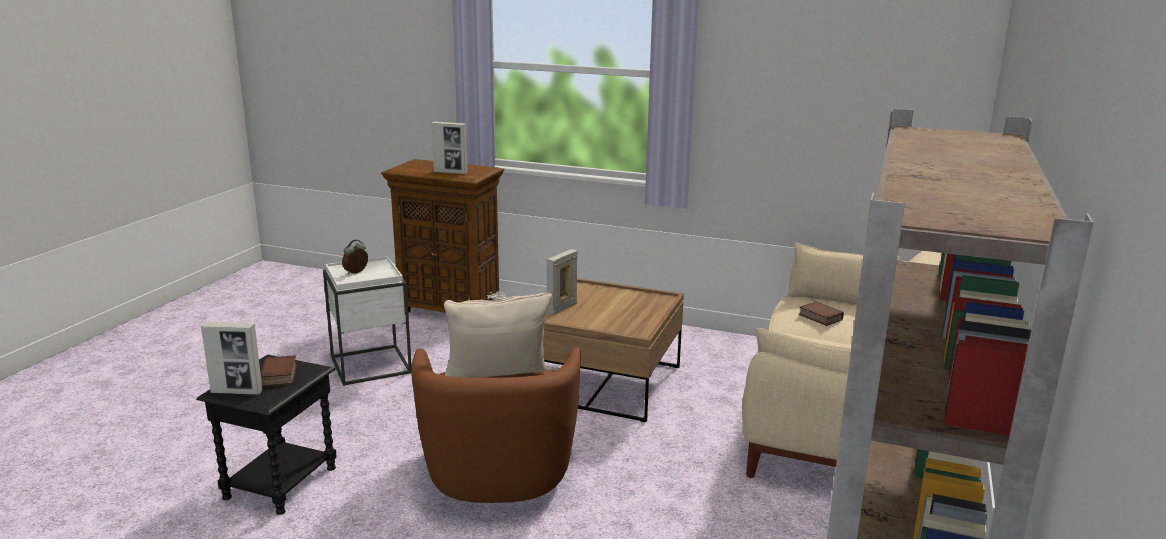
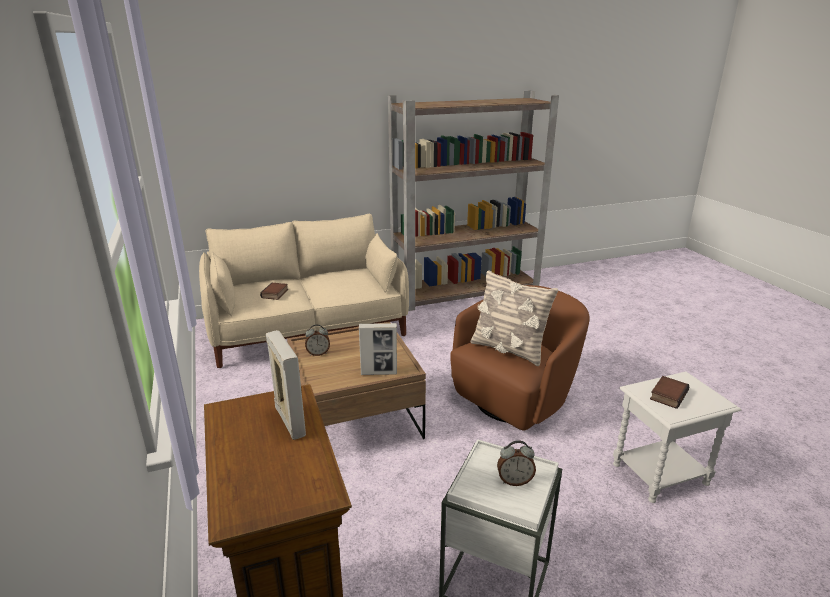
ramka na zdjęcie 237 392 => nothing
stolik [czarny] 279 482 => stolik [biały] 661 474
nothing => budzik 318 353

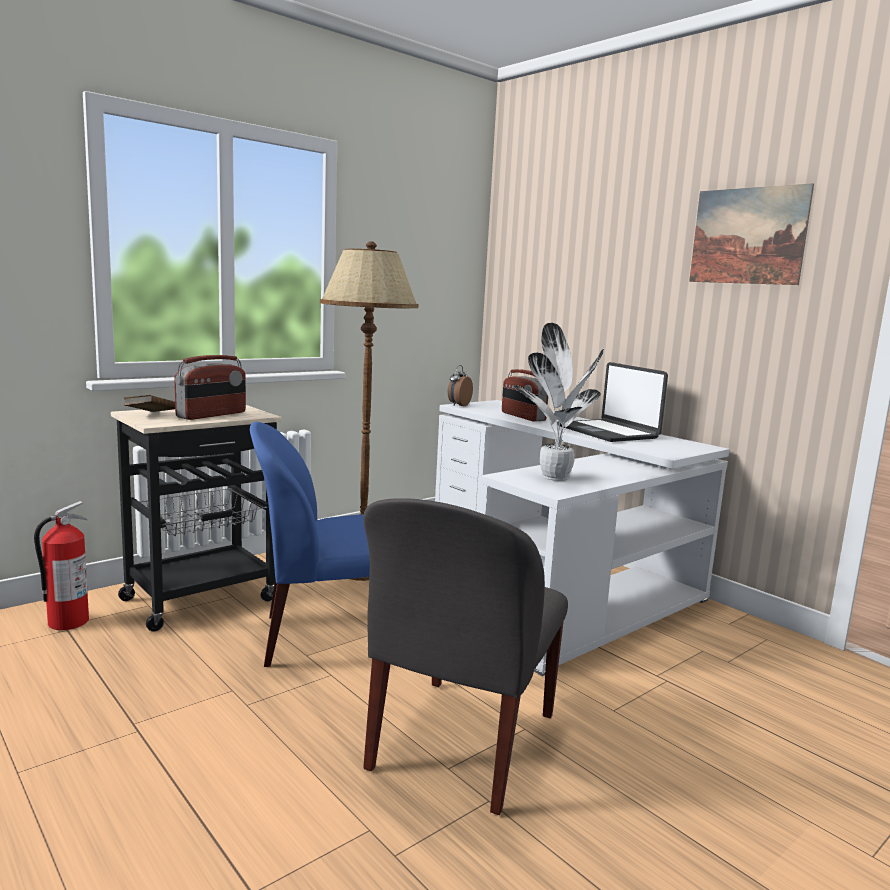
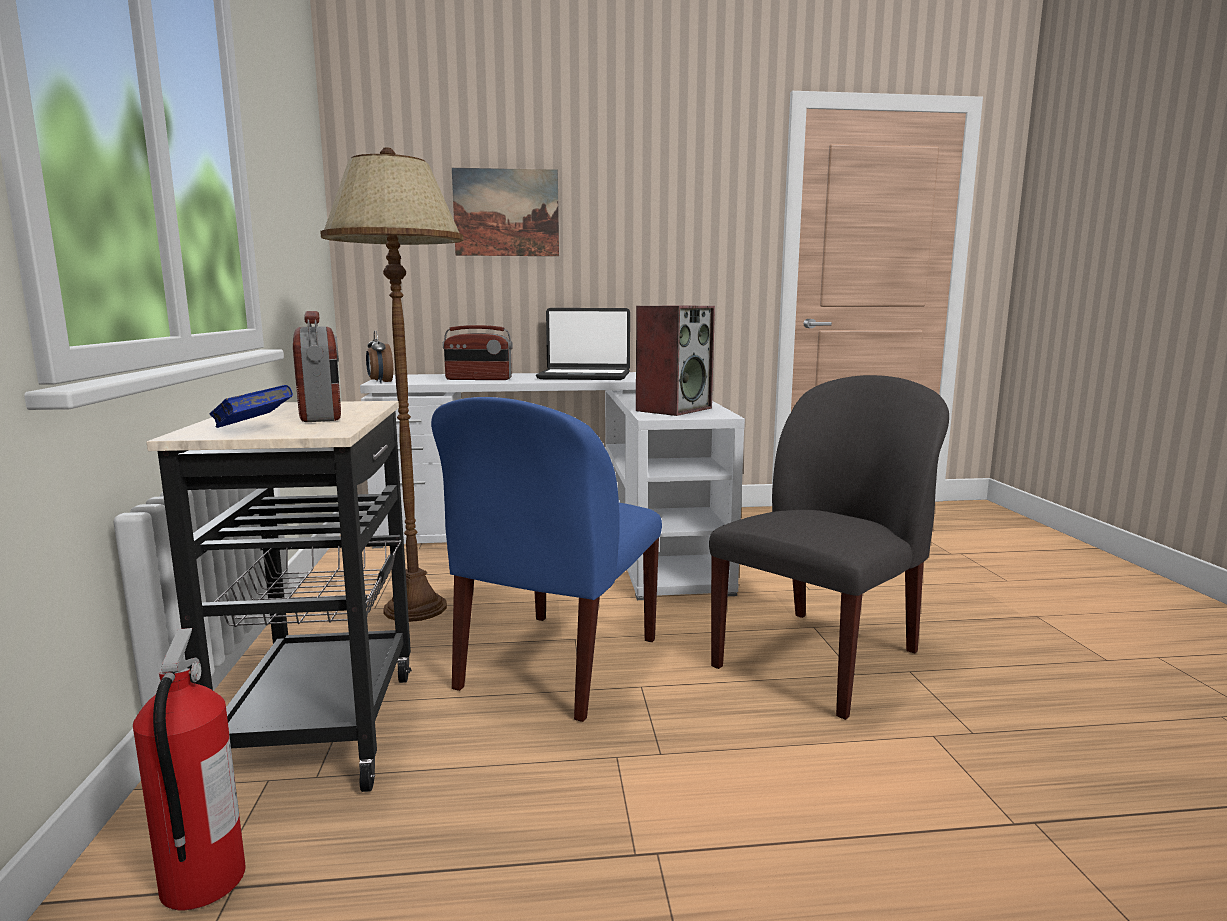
obraz 748 236 => obraz 506 213, move
roślina doniczkowa 554 477 => głośnik 673 409
książka [brązowy] 151 415 => książka [niebieski] 252 429
krzesło [szary] 460 744 => krzesło [szary] 820 658, 105 degrees counterclockwise

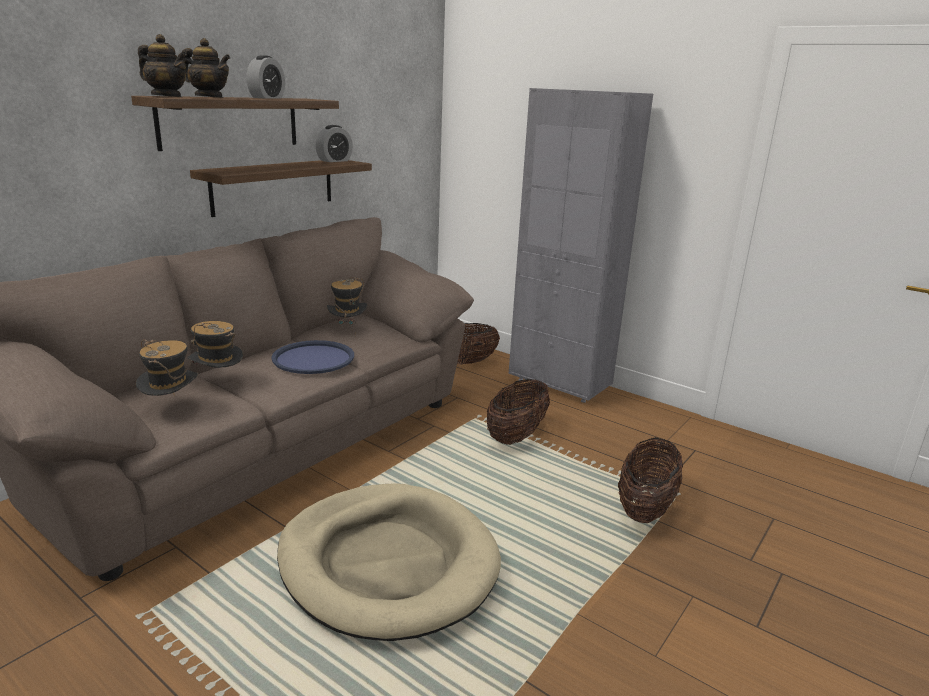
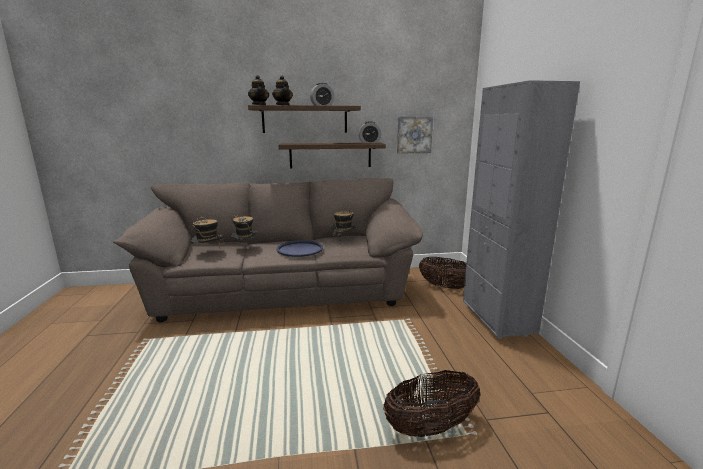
koszyk 516 435 => nothing
legowisko [beżowy] 387 563 => nothing
nothing => obraz 414 135

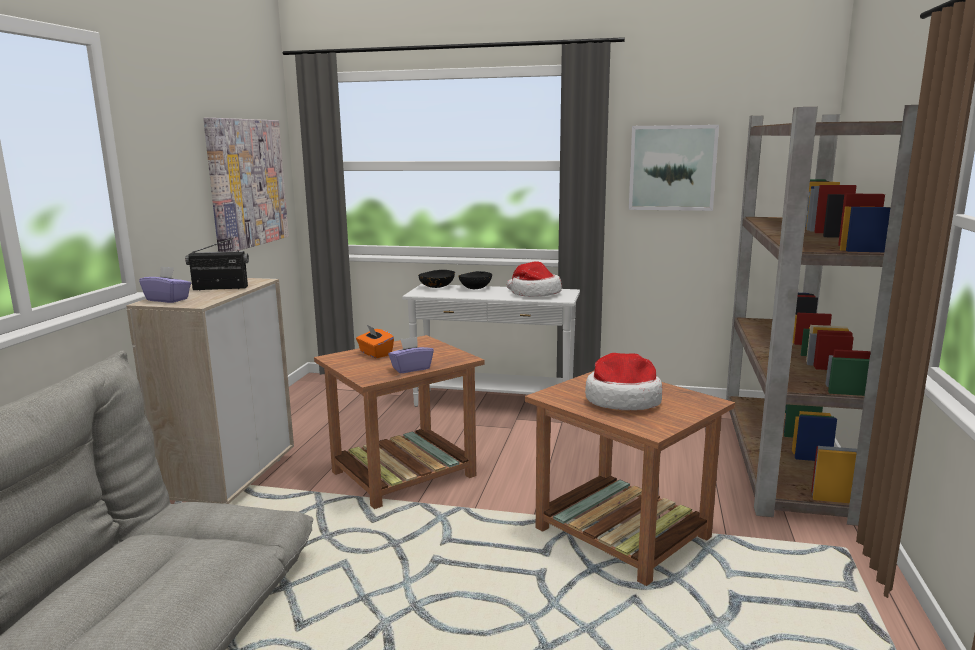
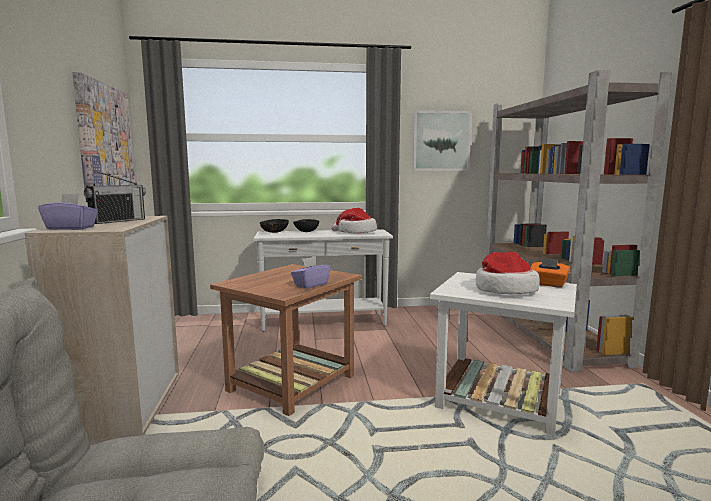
radio 220 288 => radio 118 221, 150 degrees clockwise
pudełko chusteczek [pomarańczowy] 375 354 => pudełko chusteczek [pomarańczowy] 548 284, move
stolik [brązowy] 620 533 => stolik [biały] 497 399

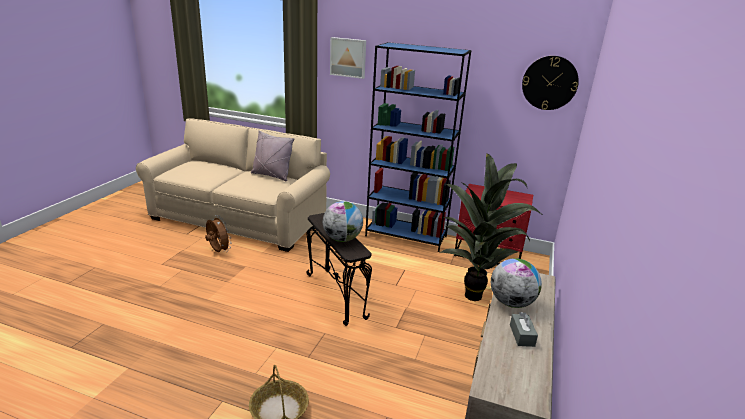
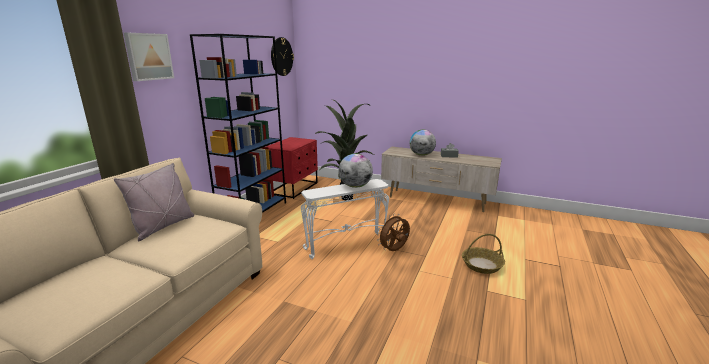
stolik [czarny] 336 296 => stolik [biały] 346 245
wentylator [brązowy] 218 251 => wentylator [brązowy] 394 250, move

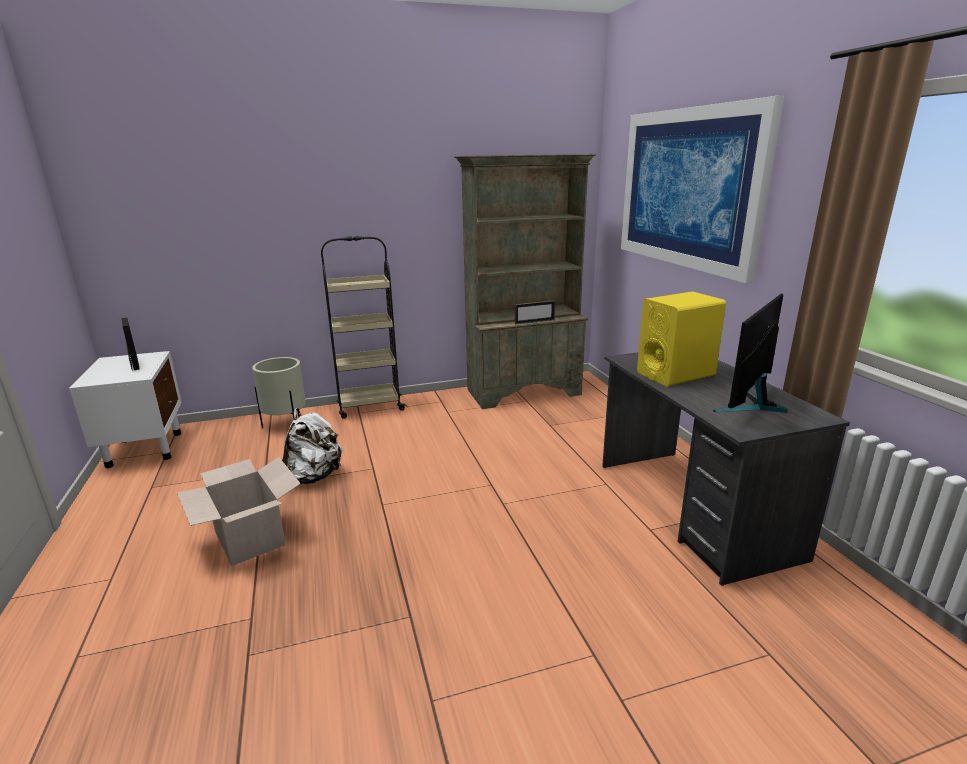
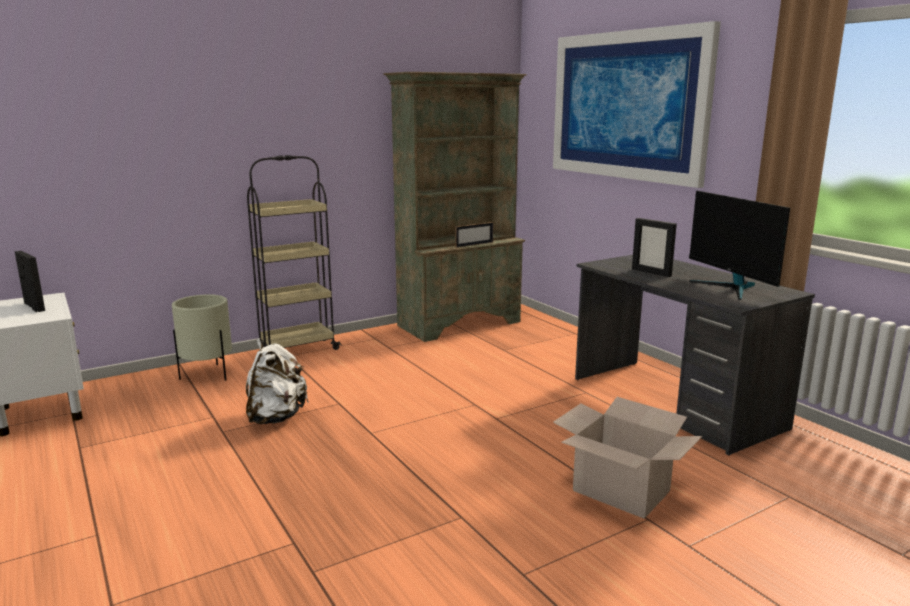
głośnik [żółty] 675 374 => ramka na zdjęcie 651 272
monitor 751 404 => monitor 731 288, 45 degrees counterclockwise
karton 250 538 => karton 621 491, move

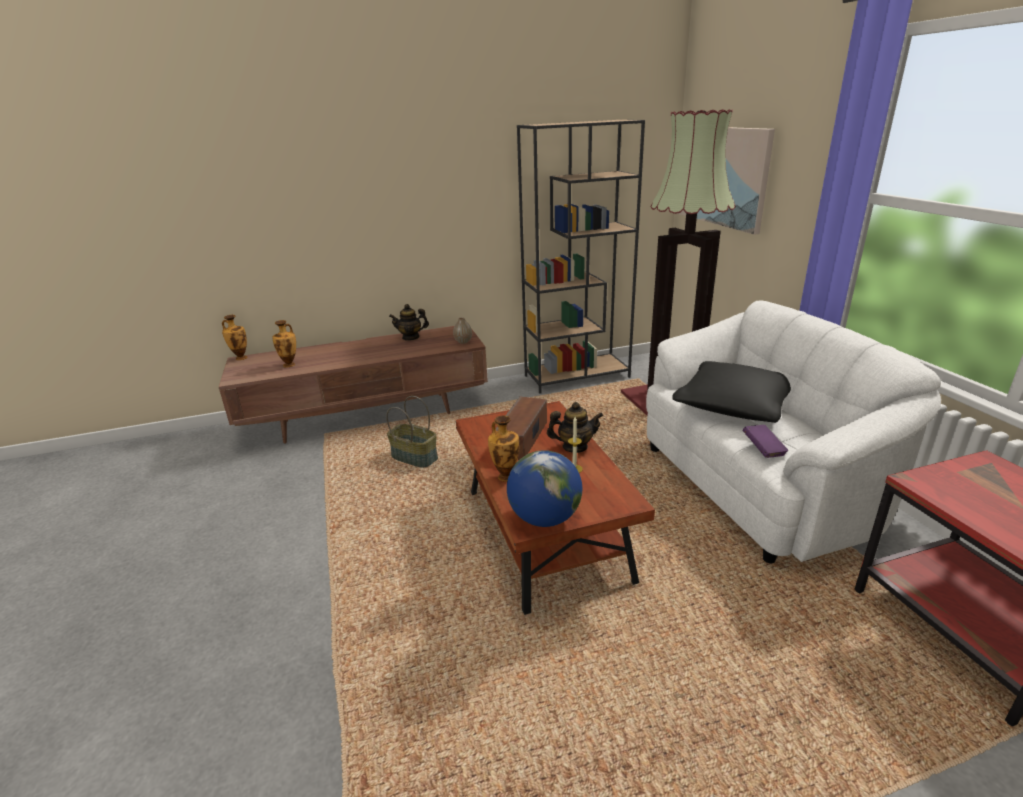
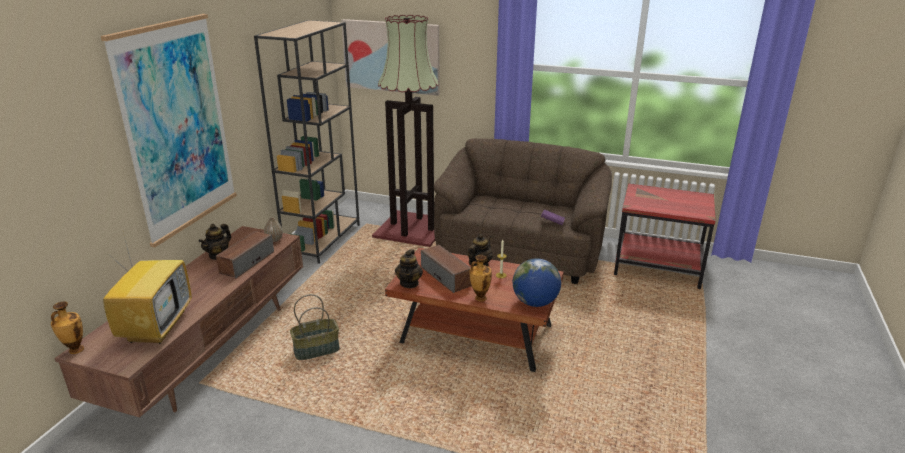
kanapa [biały] 755 485 => kanapa [brązowy] 520 253
wazon 290 365 => telewizor 156 326
poduszka [czarny] 733 406 => nothing
nothing => obraz 177 128
nothing => głośnik 247 262
nothing => imbryk 409 283

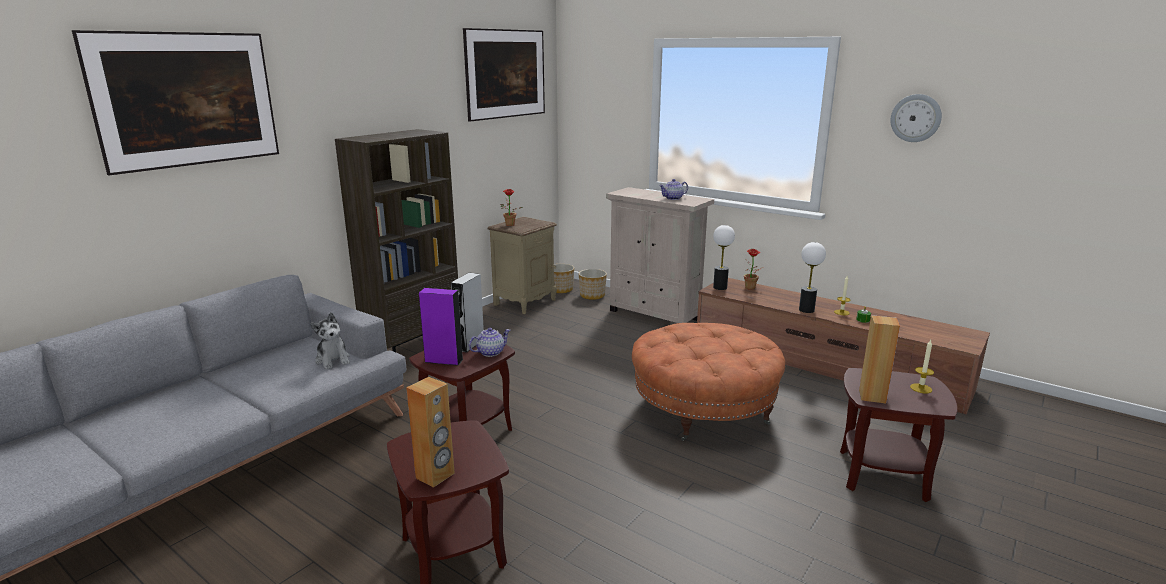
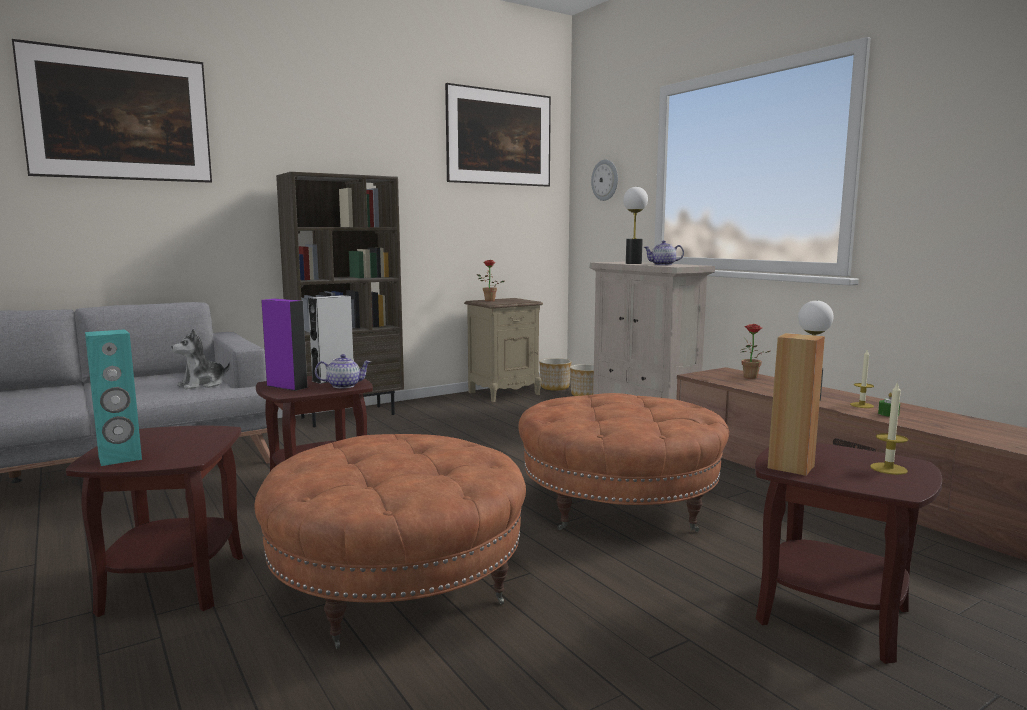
zegar ścienny 916 118 => zegar ścienny 605 180, move
lampa stołowa 720 287 => lampa stołowa 633 263, move
pluszak 333 360 => pluszak 202 385, 60 degrees clockwise
głośnik [brązowy] 435 476 => głośnik [turkusowy] 120 458
nothing => pufa [brązowy] 397 584

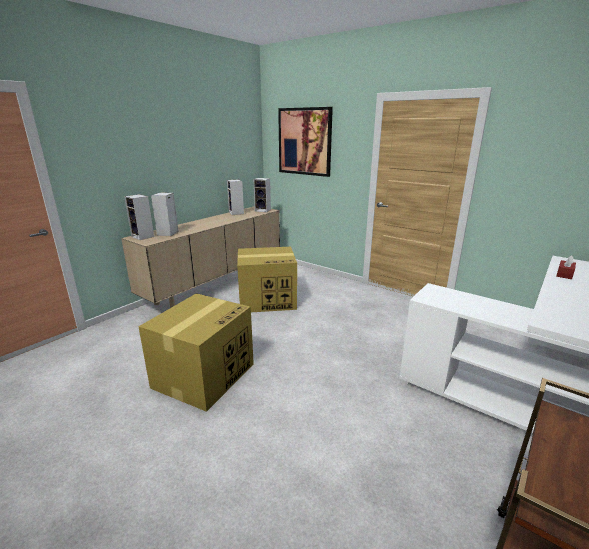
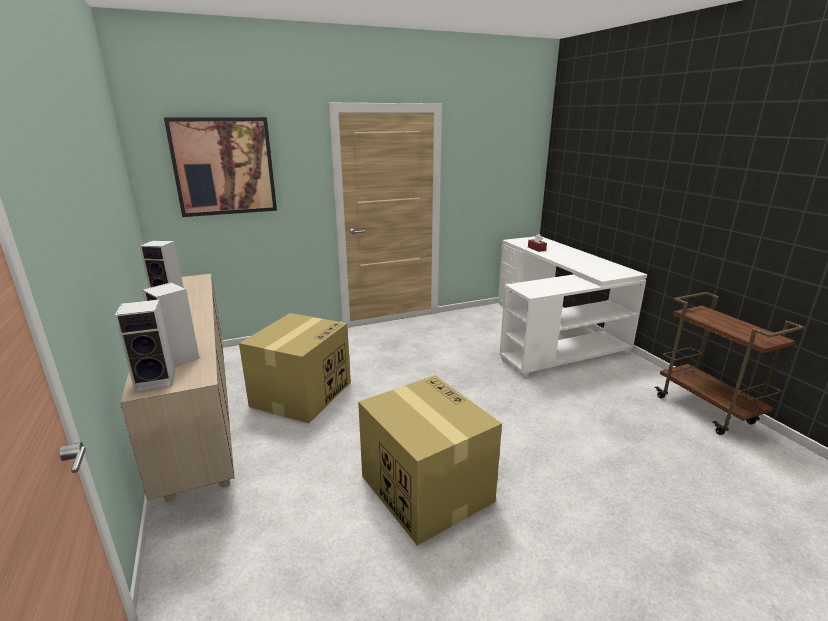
głośnik 263 210 => nothing

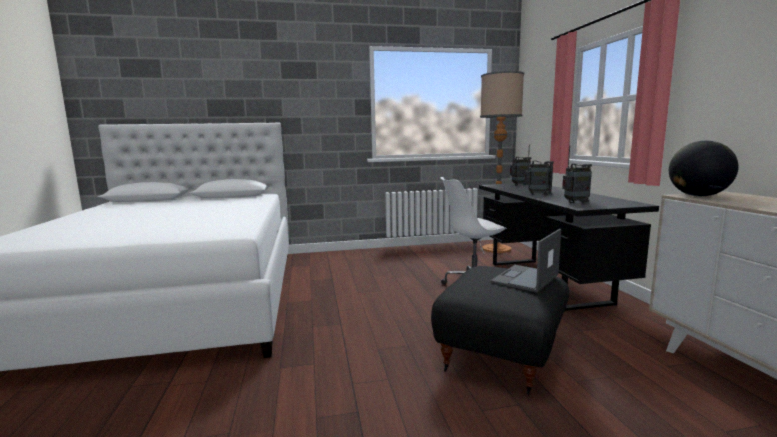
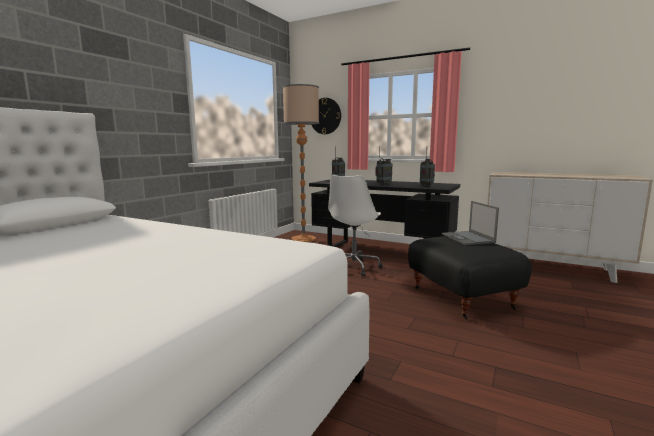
globus 698 196 => nothing
nothing => zegar ścienny 325 116

